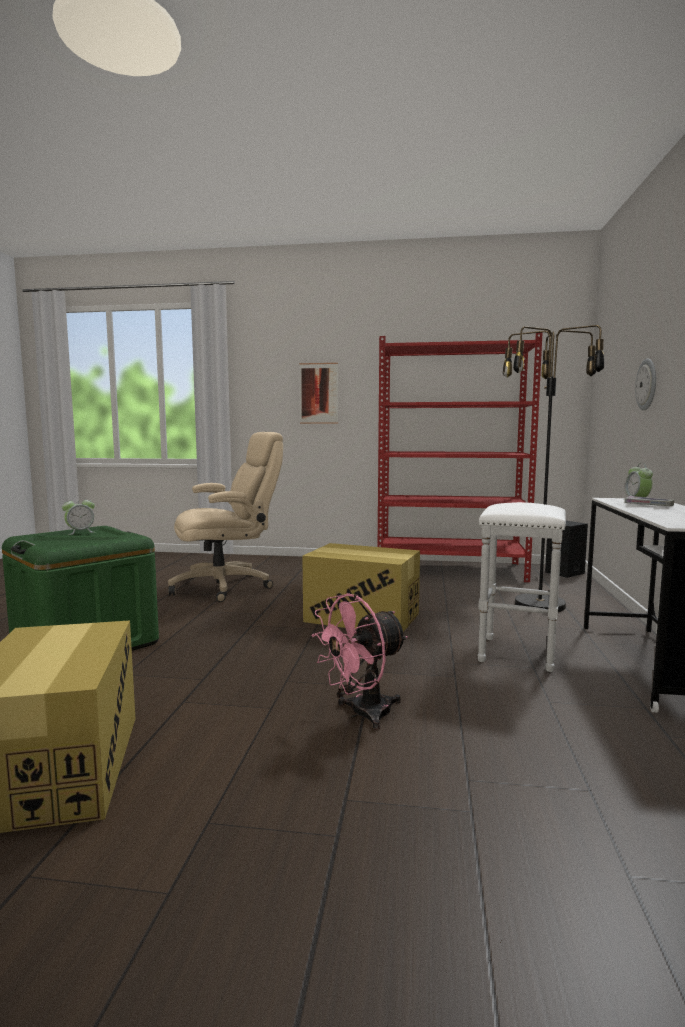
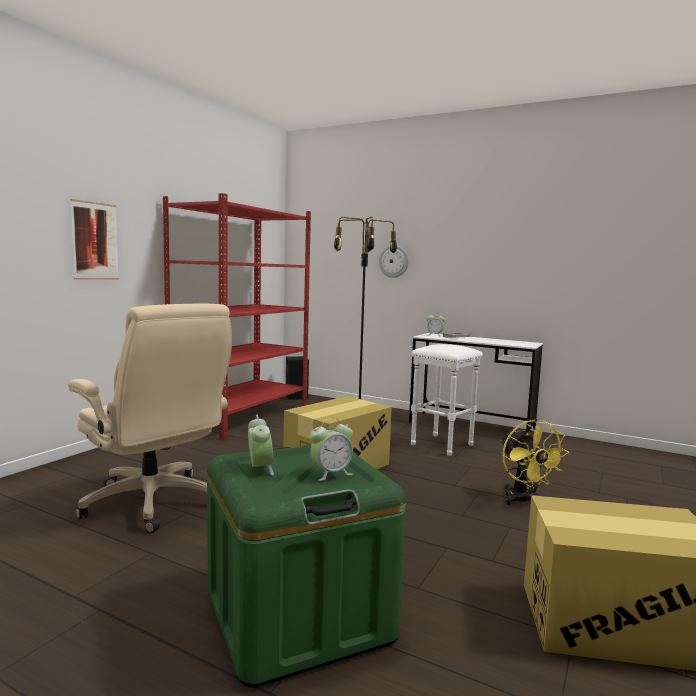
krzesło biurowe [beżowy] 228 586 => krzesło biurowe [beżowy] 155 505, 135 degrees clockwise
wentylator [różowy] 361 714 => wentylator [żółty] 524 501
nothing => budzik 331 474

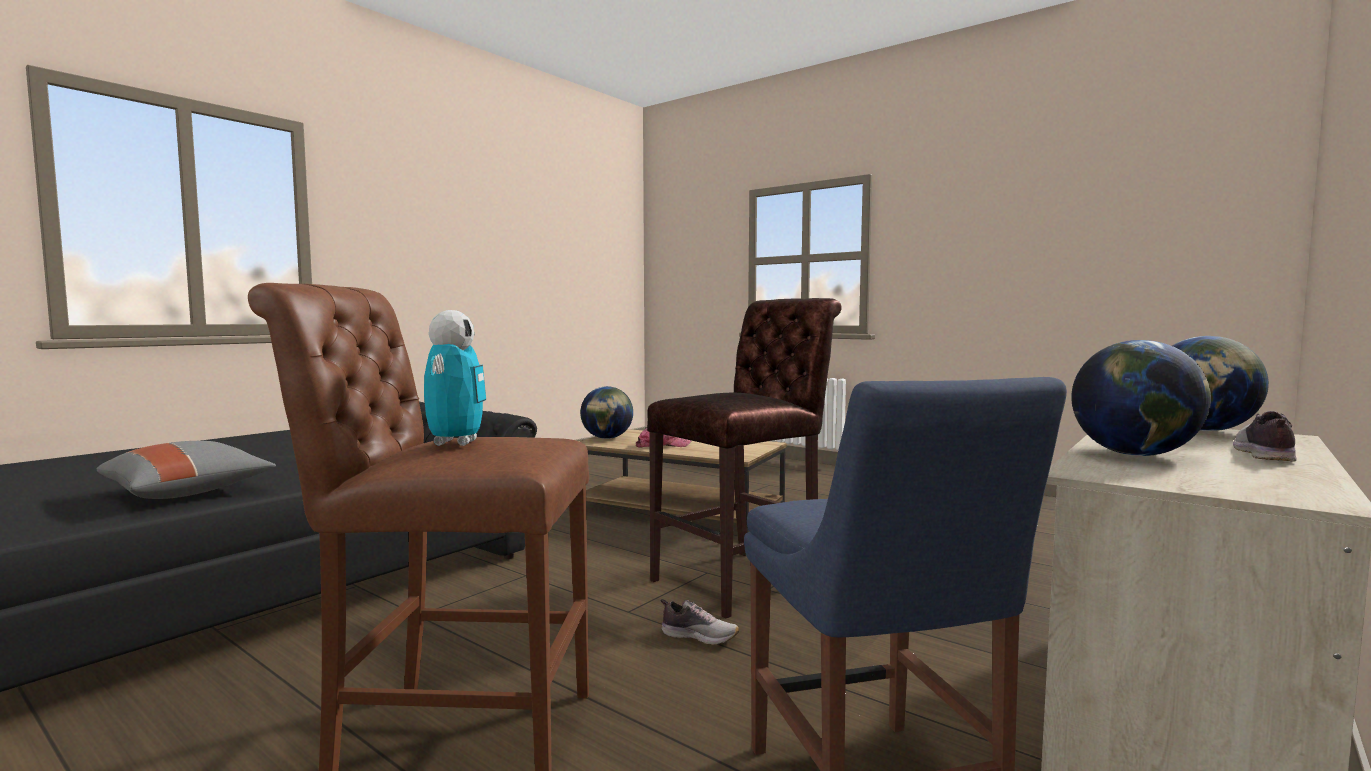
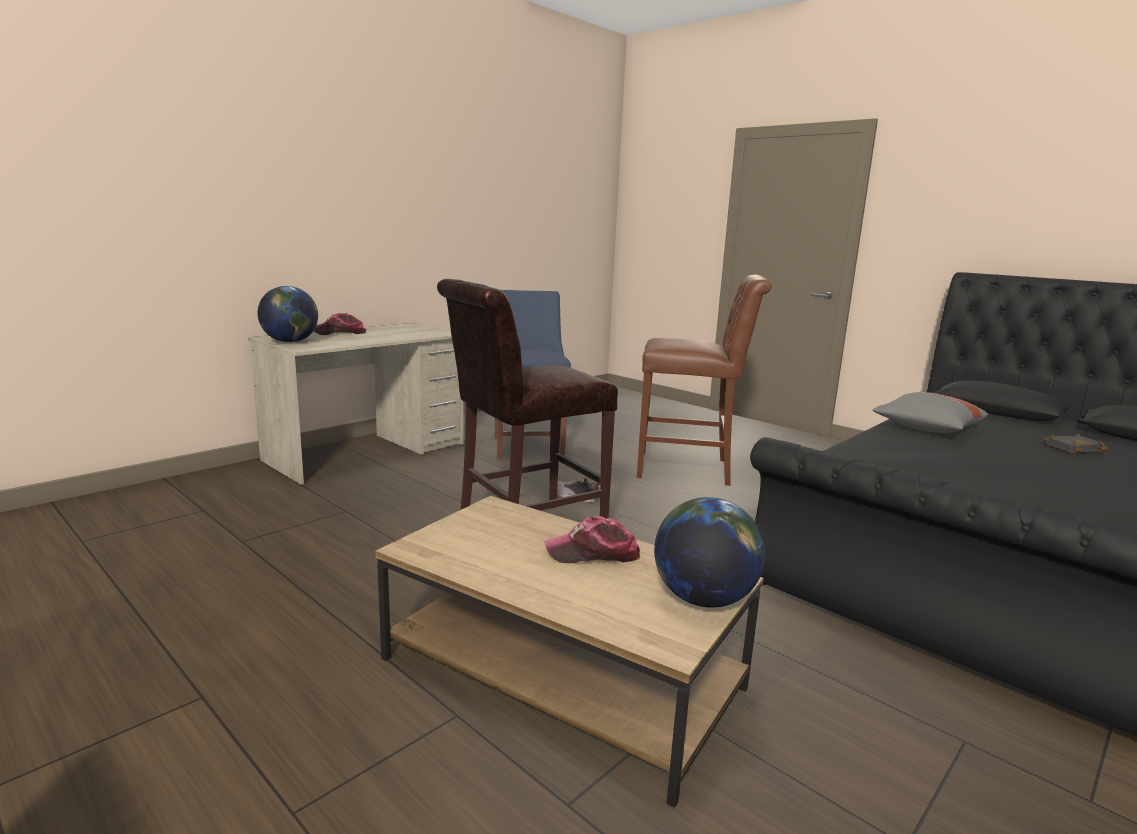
robot zabawkowy 455 443 => nothing
globus 1135 454 => nothing
but 1263 454 => czapka z daszkiem 340 333
nothing => książka [czarny] 1073 447

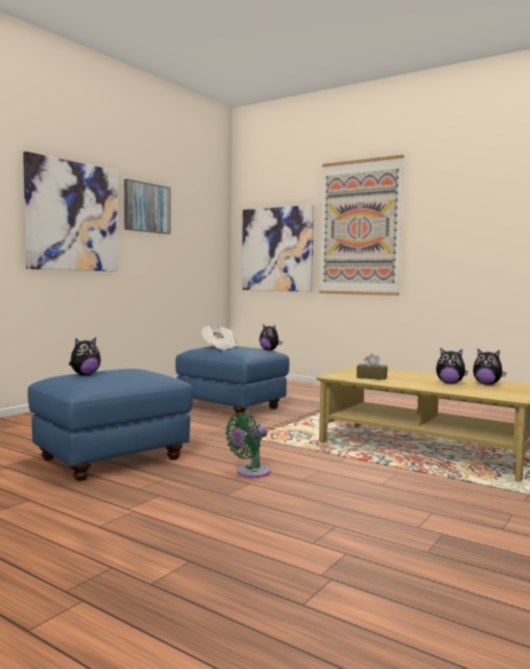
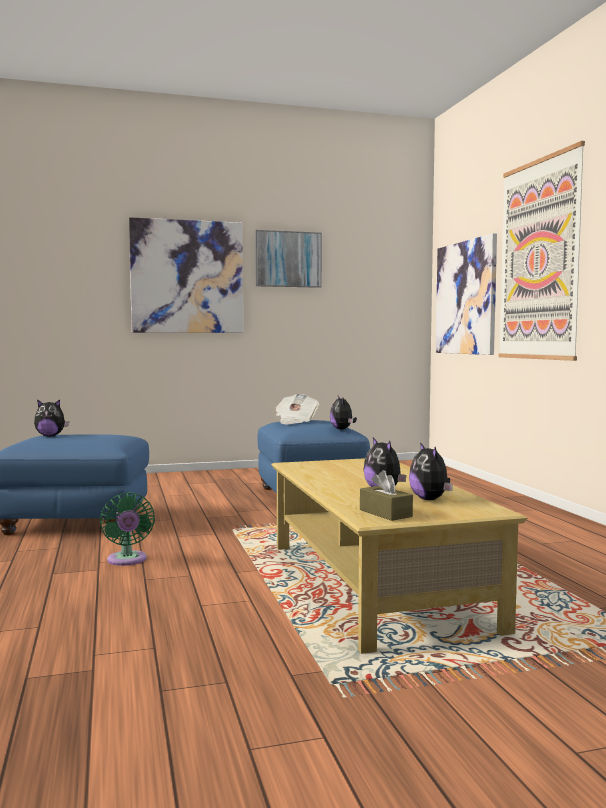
pudełko chusteczek [brązowy] 371 377 => pudełko chusteczek [brązowy] 385 513, move
wentylator [zielony] 250 473 => wentylator [zielony] 127 560, 105 degrees counterclockwise

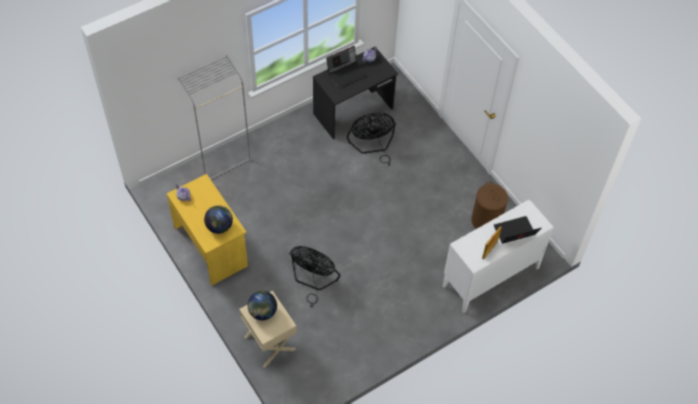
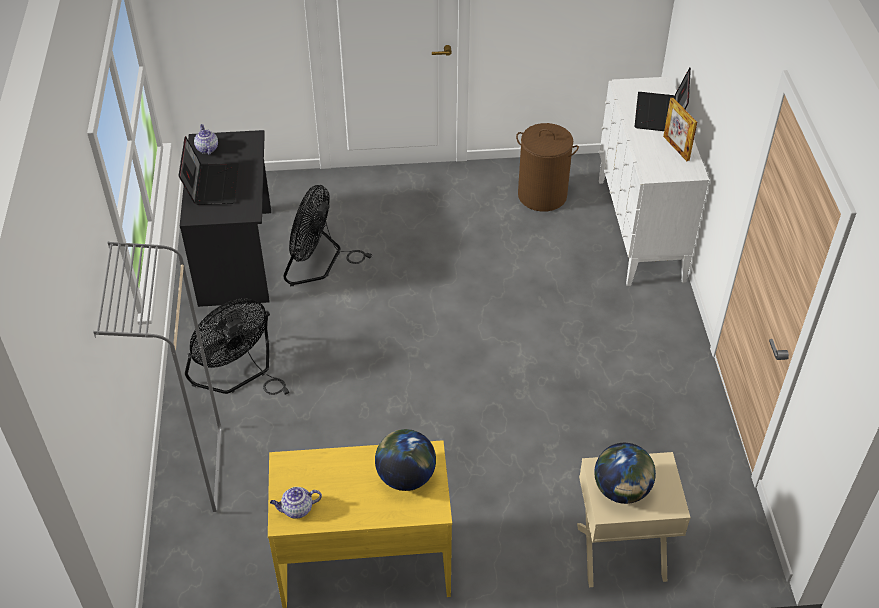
wentylator [czarny] 312 280 => wentylator [czarny] 243 373, move

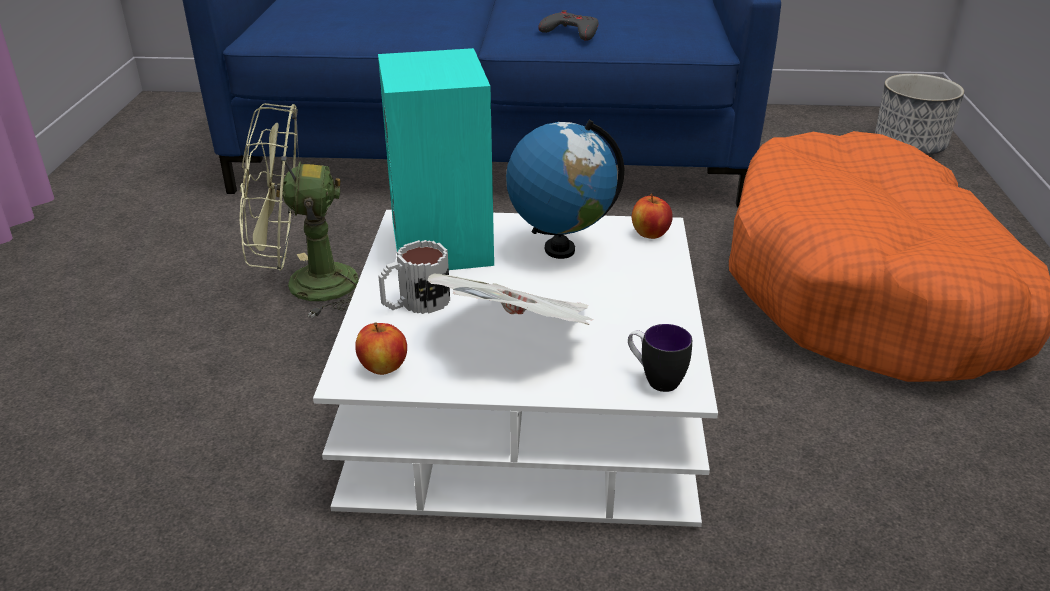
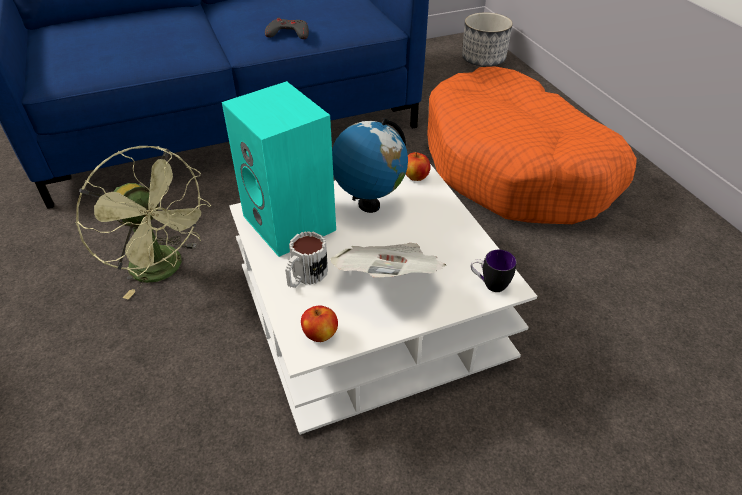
wentylator [zielony] 305 287 => wentylator [zielony] 165 269, 105 degrees counterclockwise

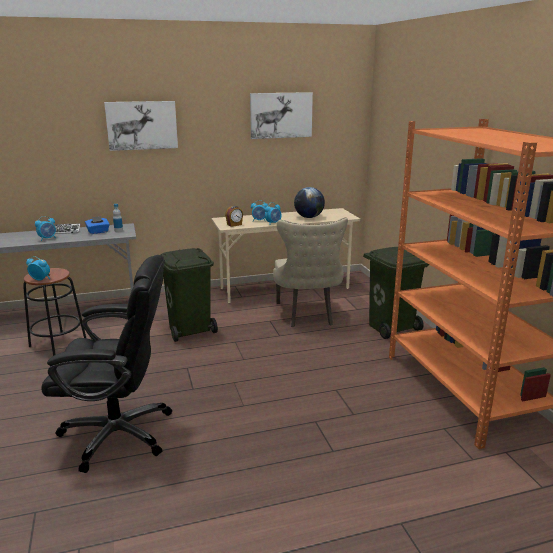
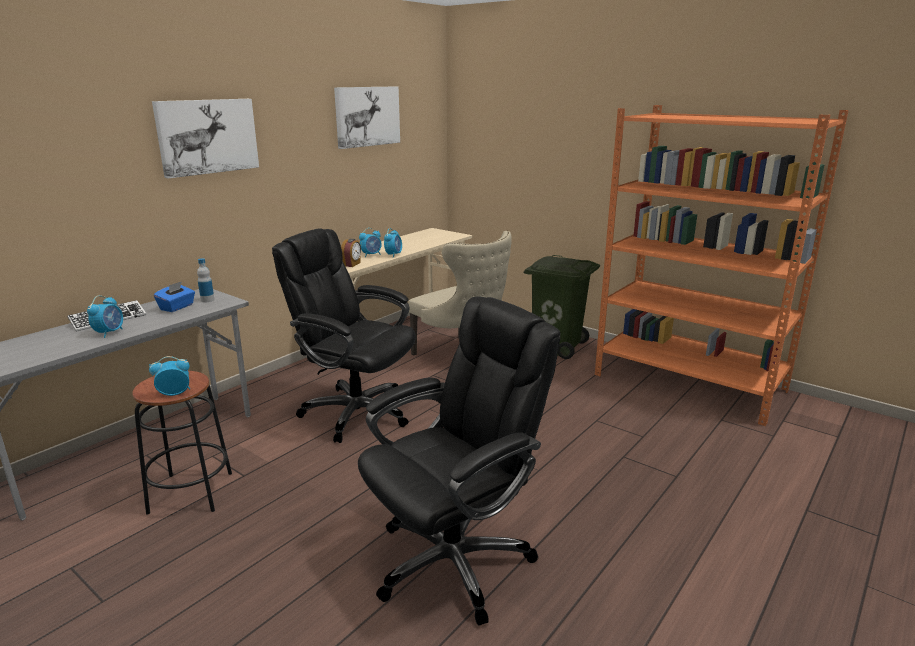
globus 309 217 => nothing
kosz na śmieci [zielony] 190 329 => krzesło biurowe [czarny] 356 413

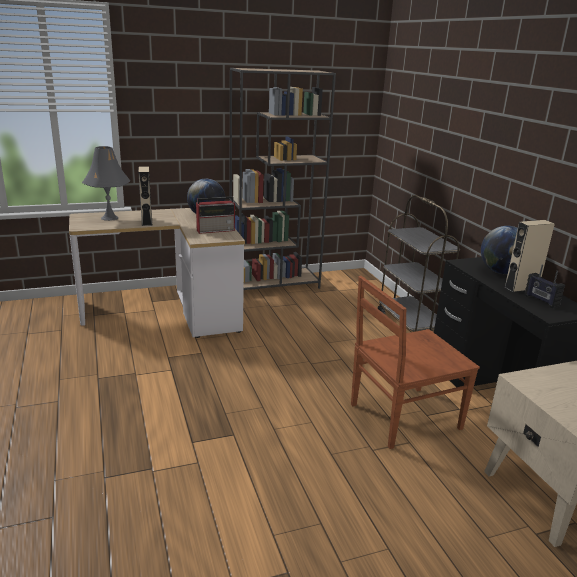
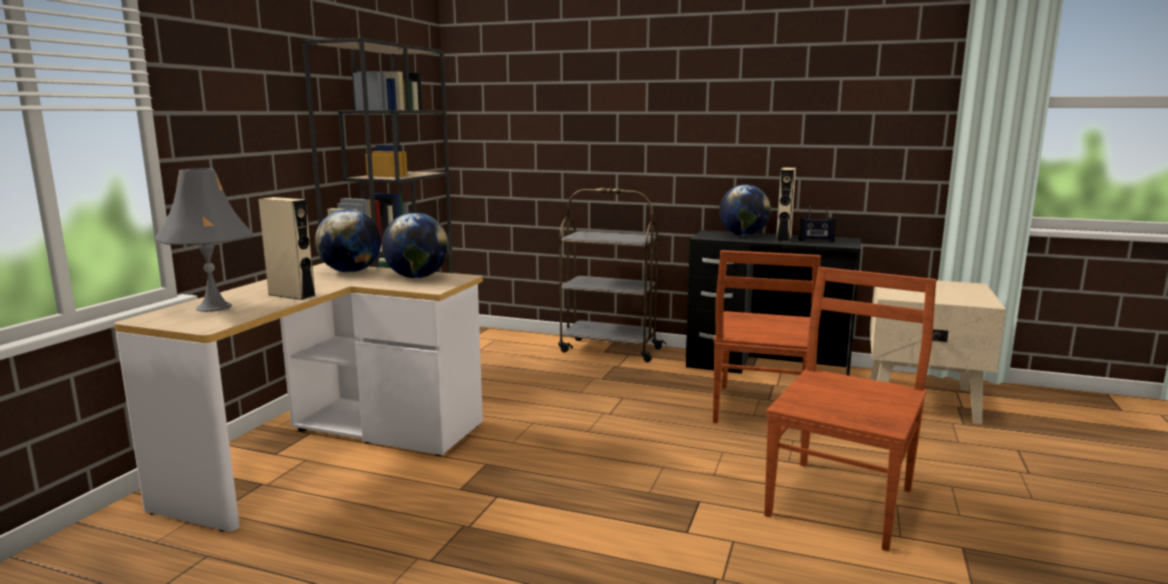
radio 216 230 => globus 417 277
nothing => krzesło [brązowy] 841 500

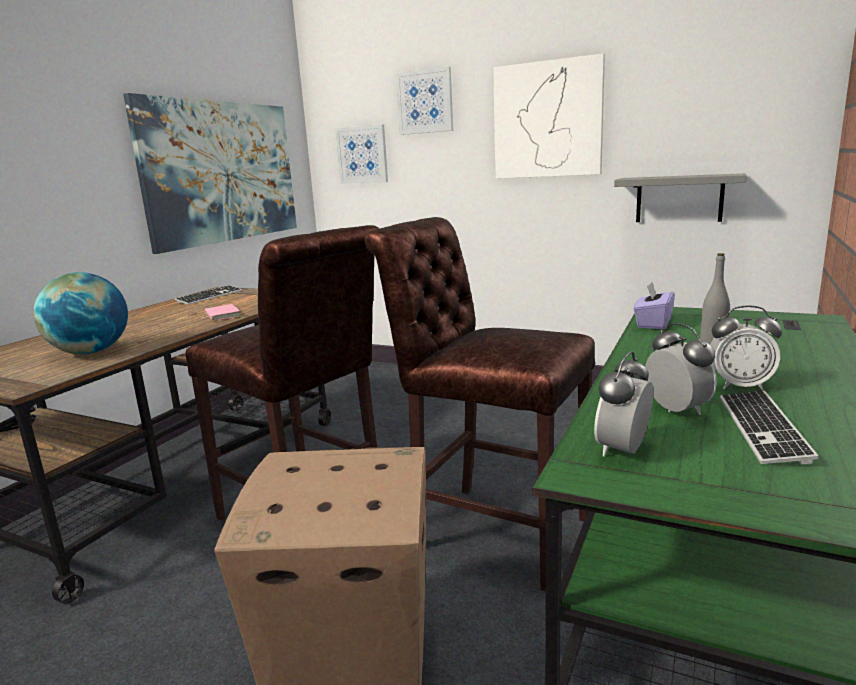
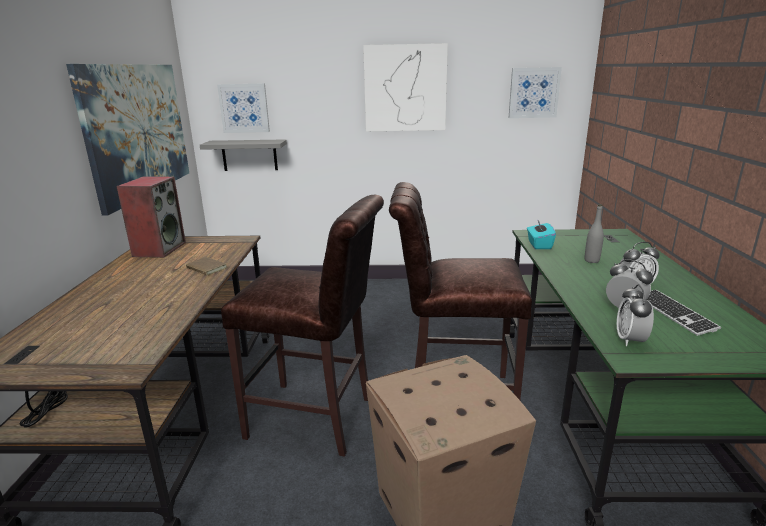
obraz 425 102 => obraz 534 93, move
półka [szary] 679 198 => półka [szary] 249 155, move
globus 91 352 => nothing
pudełko chusteczek [fioletowy] 653 323 => pudełko chusteczek [turkusowy] 539 245
klawiatura 209 297 => głośnik 159 249
książka [różowy] 221 315 => książka [brązowy] 205 269

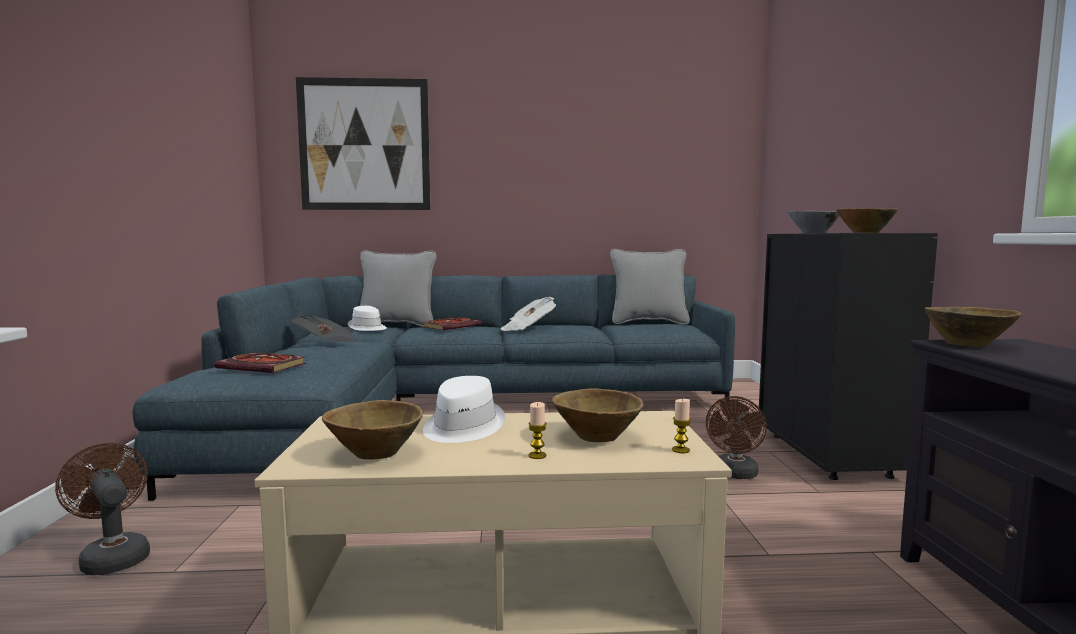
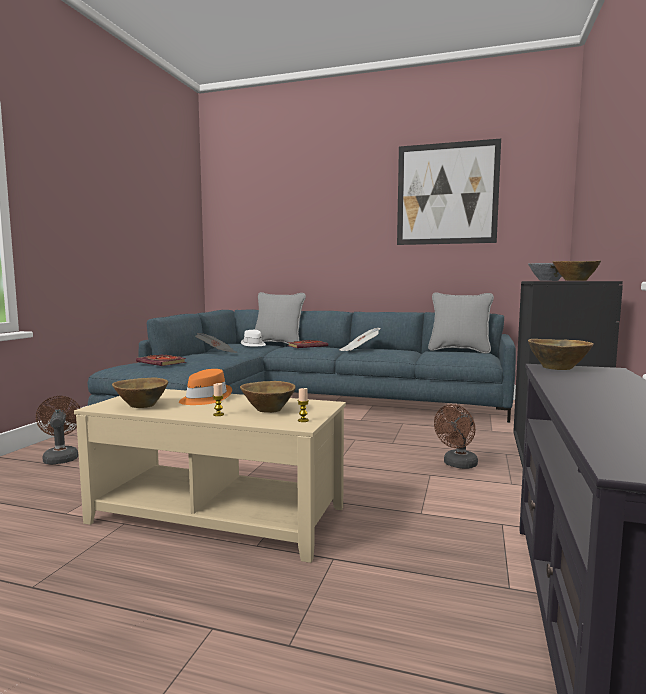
obraz 364 145 => obraz 447 194, move
kapelusz [biały] 462 427 => kapelusz [pomarańczowy] 205 398

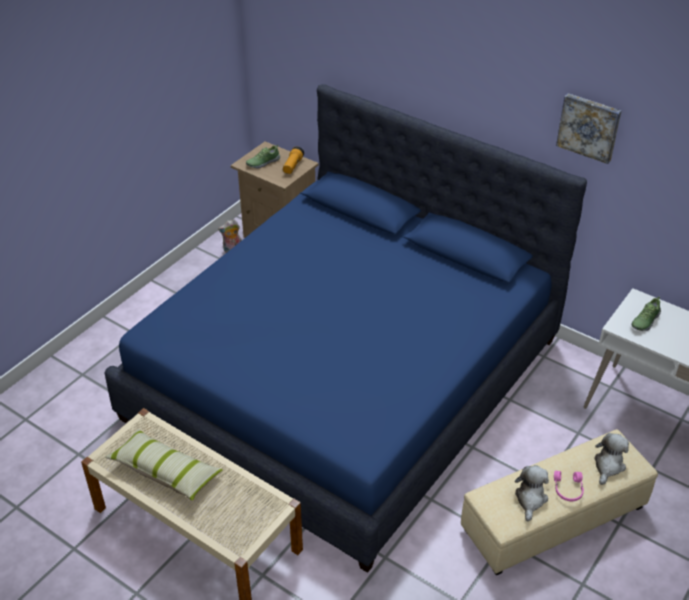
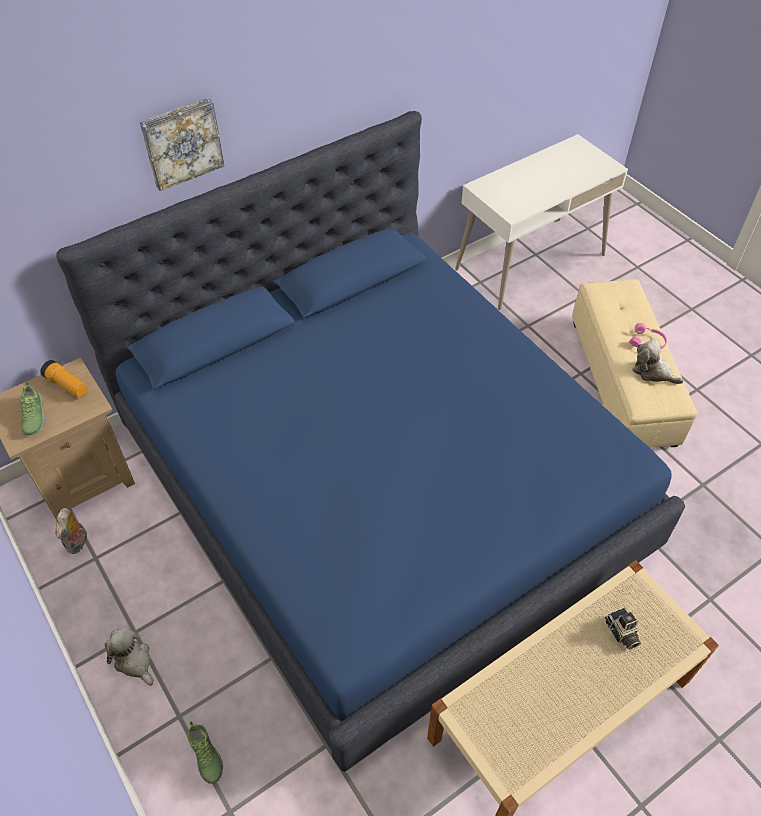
obraz 589 127 => obraz 182 142, move
but 644 321 => but 205 756, move
poduszka 165 471 => nothing
pluszak 608 465 => pluszak 134 661, move
nothing => aparat fotograficzny 621 633

